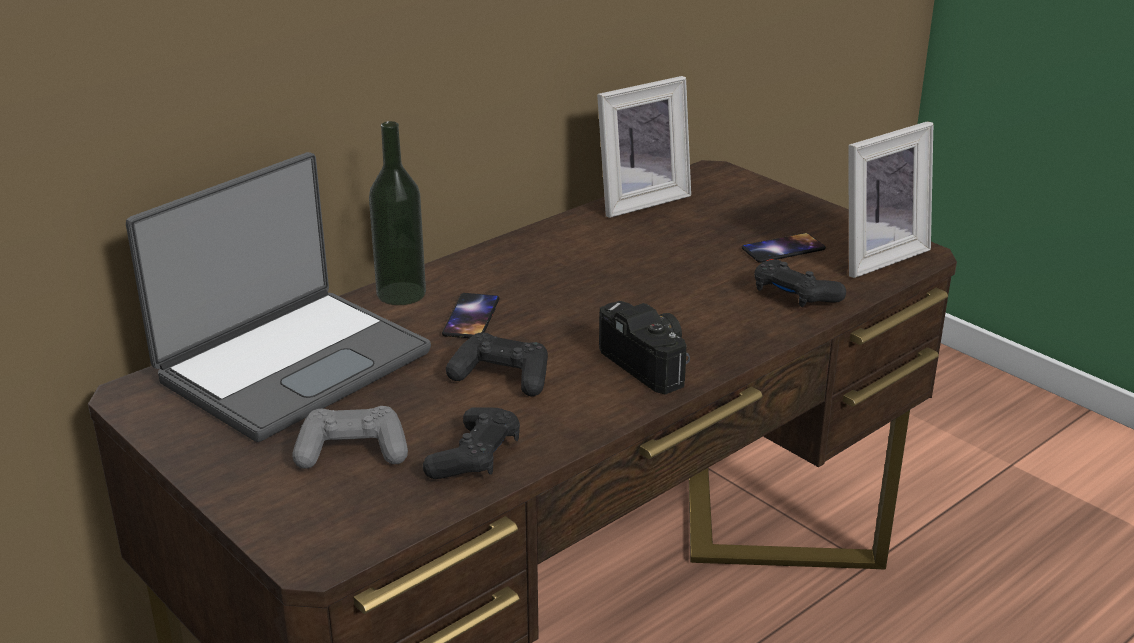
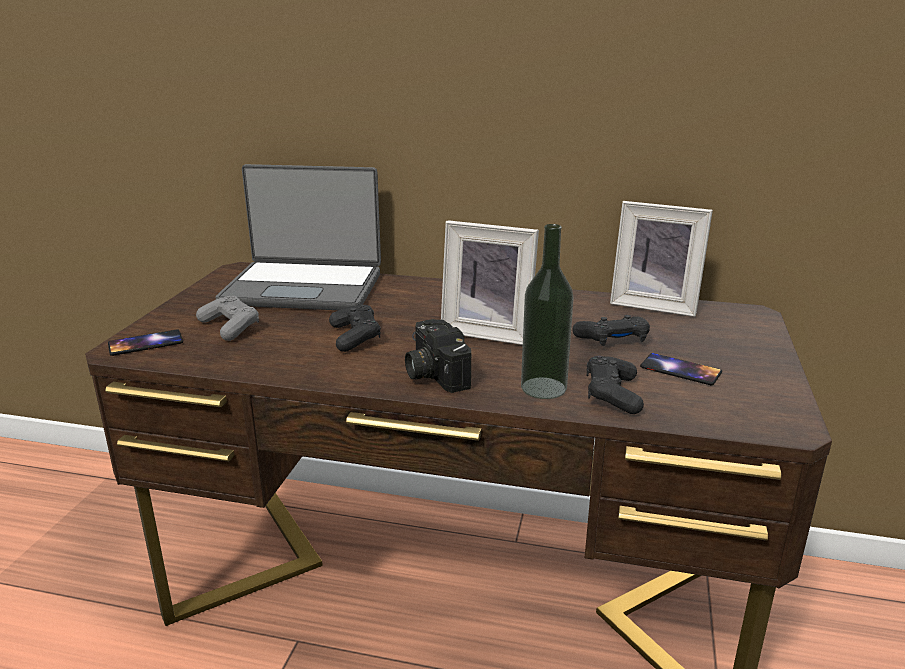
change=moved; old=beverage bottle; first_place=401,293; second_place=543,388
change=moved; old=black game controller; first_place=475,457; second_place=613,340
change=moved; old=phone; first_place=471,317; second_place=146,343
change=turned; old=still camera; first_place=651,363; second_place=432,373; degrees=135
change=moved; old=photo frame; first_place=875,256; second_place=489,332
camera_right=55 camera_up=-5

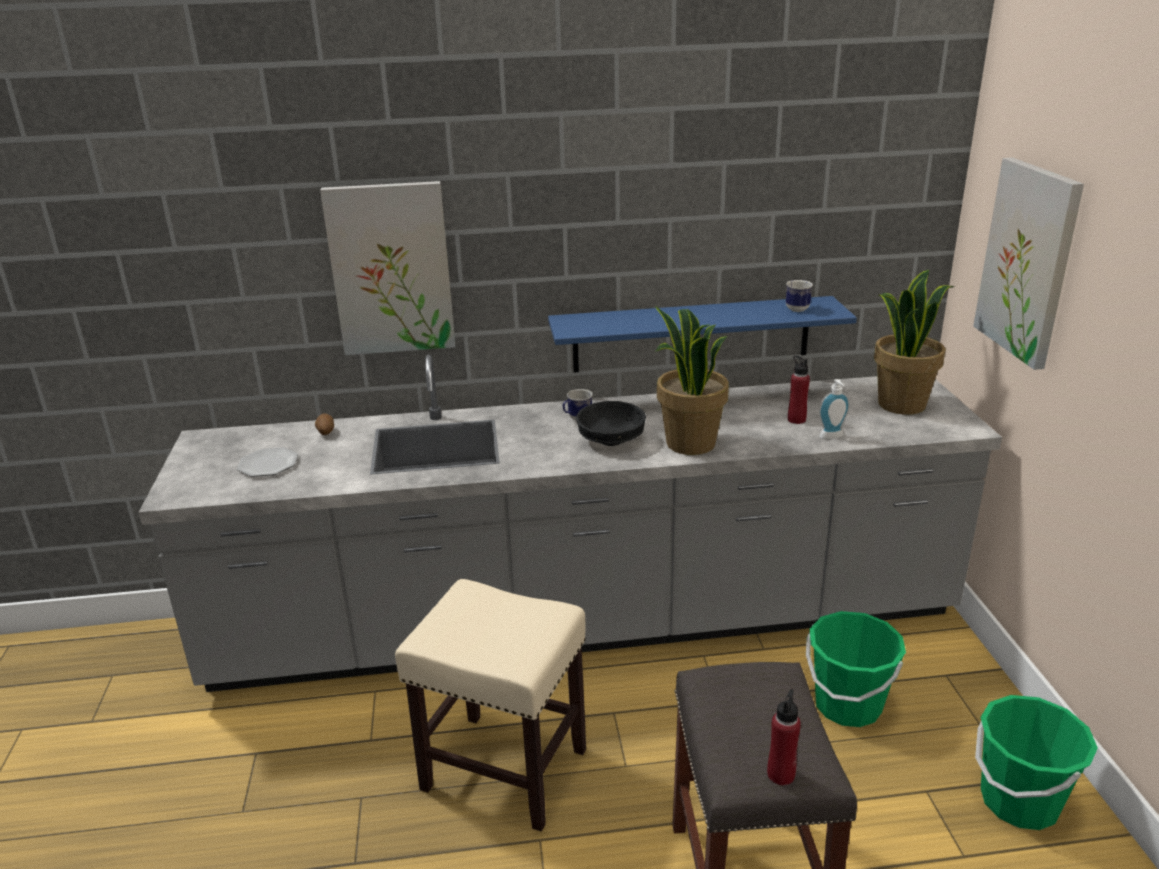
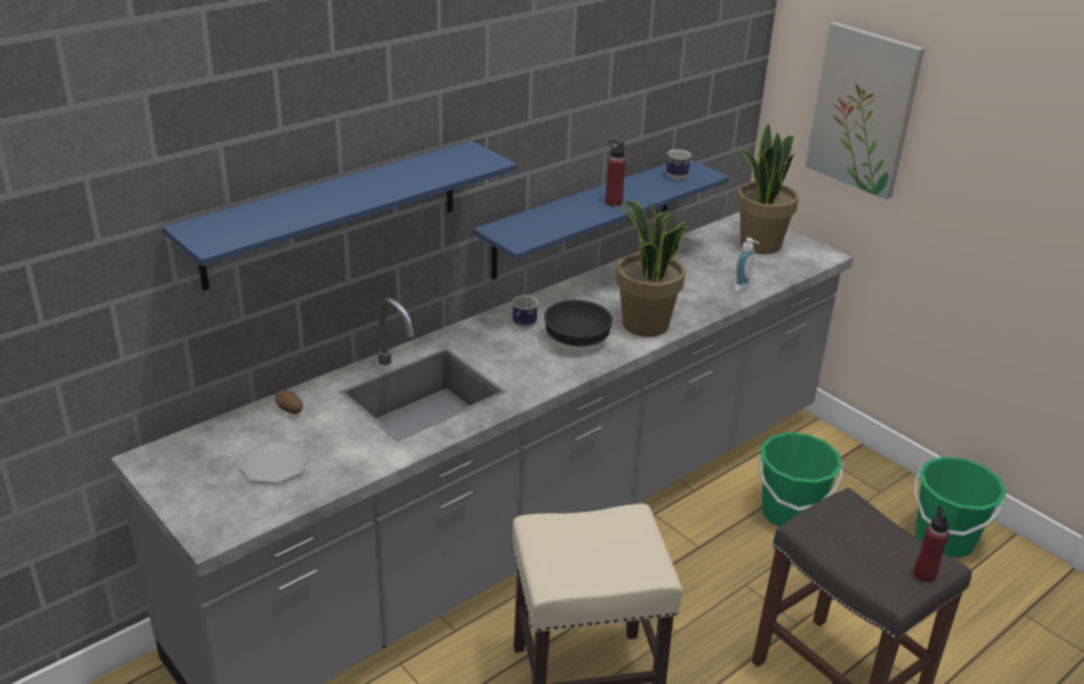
change=replaced; old=wall picture; new=blue bracket shelf; first_place=391,269; second_place=333,214
change=moved; old=red-coloured beverage bottle; first_place=796,419; second_place=613,202
camera_right=-35 camera_up=5

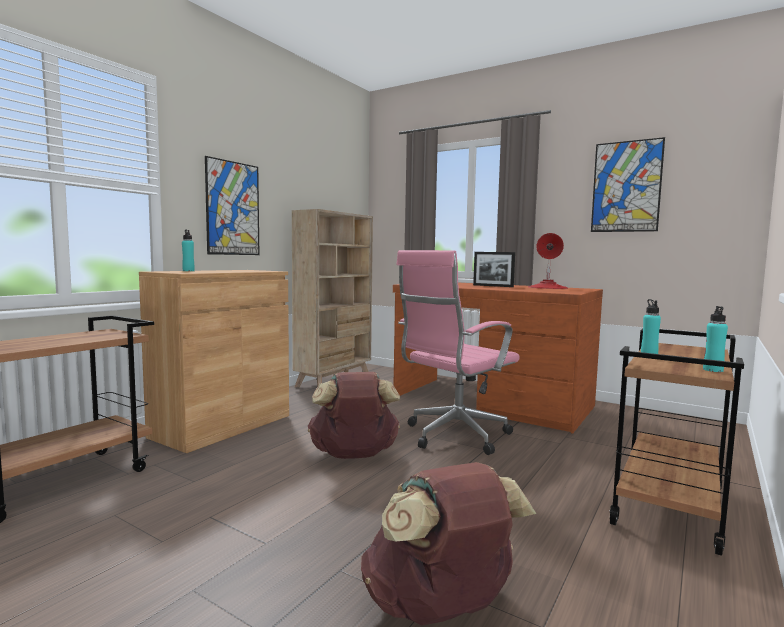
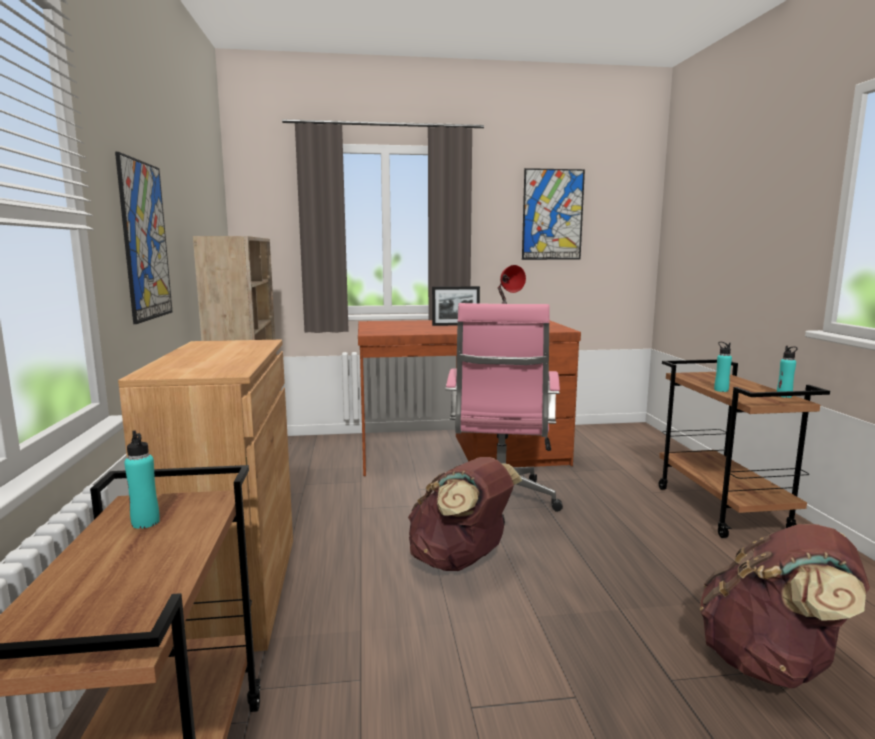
change=moved; old=blue-green beverage bottle; first_place=188,271; second_place=145,522
camera_right=-40 camera_up=5

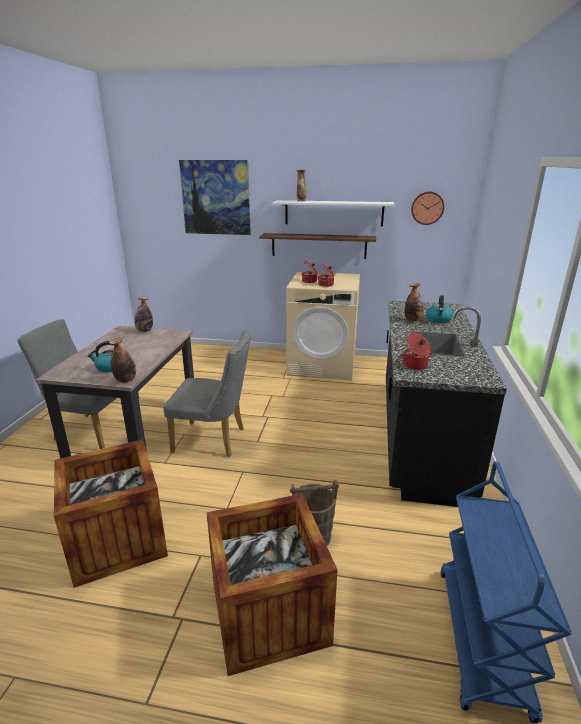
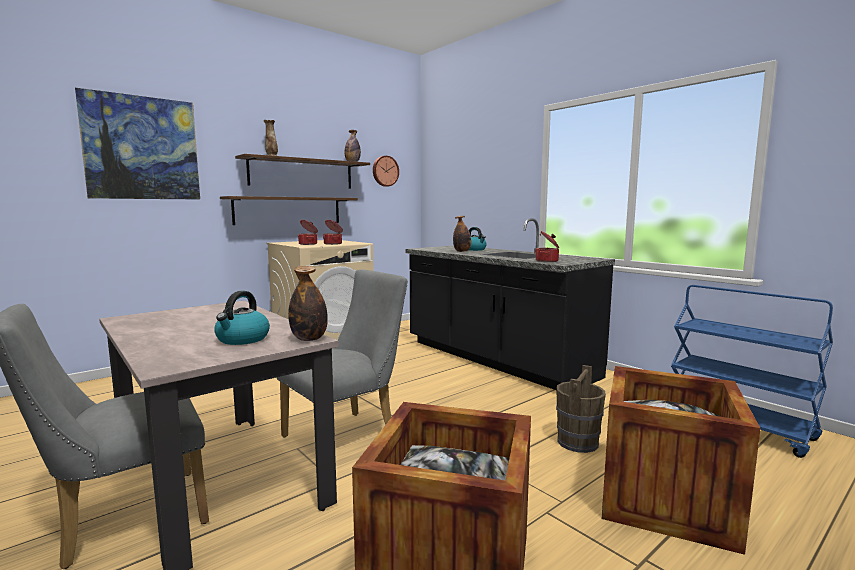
change=moved; old=beverage bottle; first_place=144,331; second_place=352,162
change=recoloured; old=white bracket shelf; new=brown bracket shelf; first_place=333,213; second_place=302,173
camera_right=-50 camera_up=-15

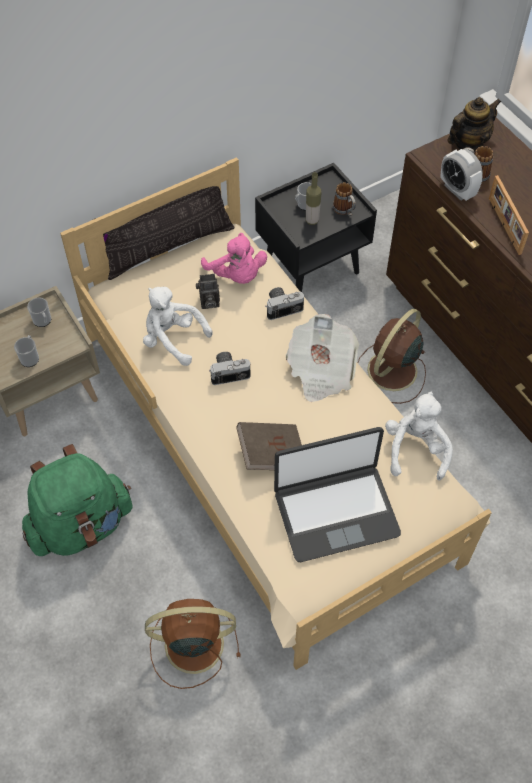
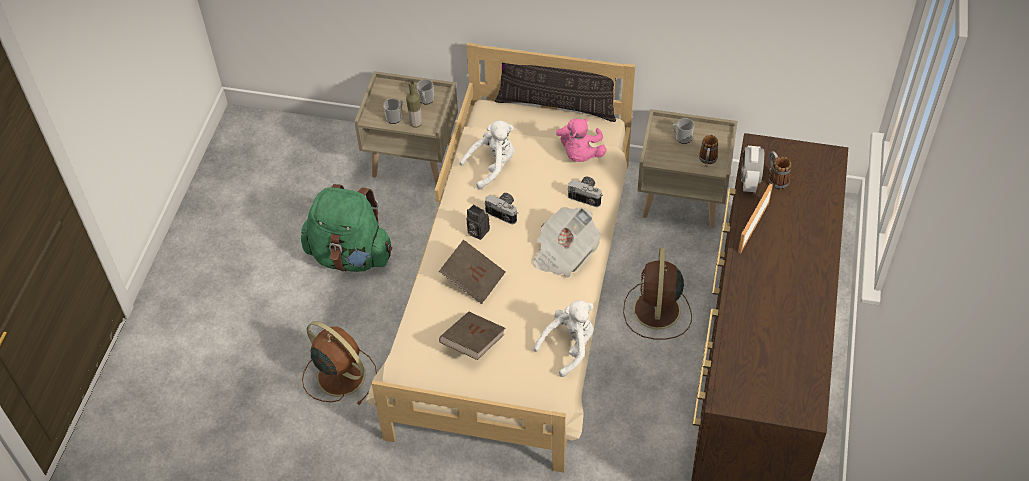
change=turned; old=white plush toy; first_place=173,339; second_place=492,166; degrees=75
change=moved; old=still camera; first_place=208,302; second_place=476,231
change=recoloured; old=black bedside table; new=beige bedside table; first_place=312,266; second_place=683,199
change=replaced; old=portable computer; new=brown volume; first_place=335,512; second_place=473,343
change=moved; old=beverage bottle; first_place=312,220; second_place=416,124
change=turned; old=brown electric fan; first_place=390,372; second_place=656,312; degrees=-75
change=removed; old=tea pot; first_place=468,143
camera_right=45 camera_up=-5

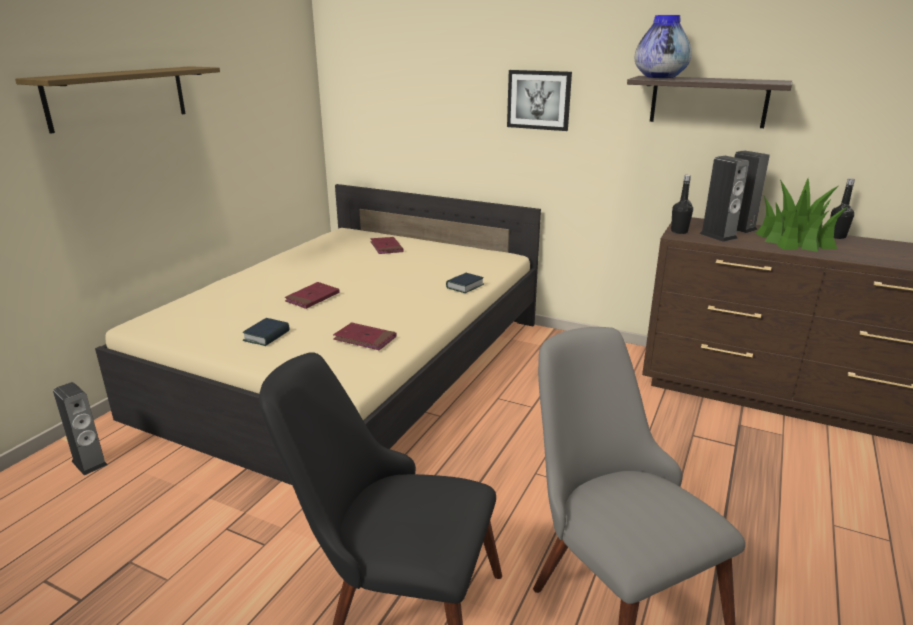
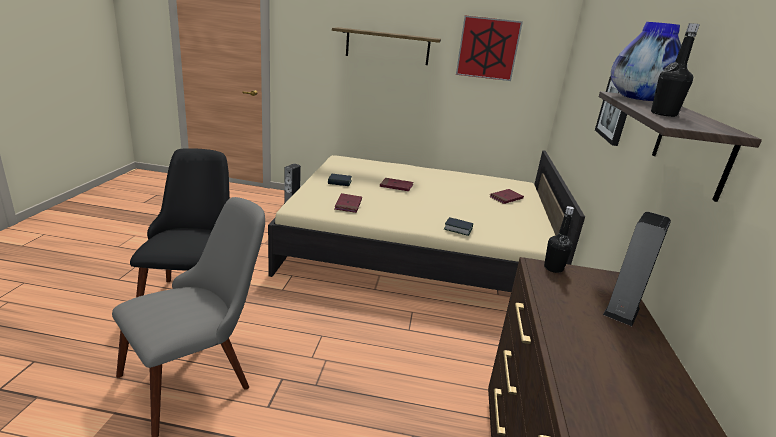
change=removed; old=audio speaker; first_place=718,236
change=removed; old=plant in a pot; first_place=795,240
change=moved; old=black beverage bottle; first_place=836,236; second_place=663,114
change=added; new=wall picture; second_place=488,48
camera_right=70 camera_up=0

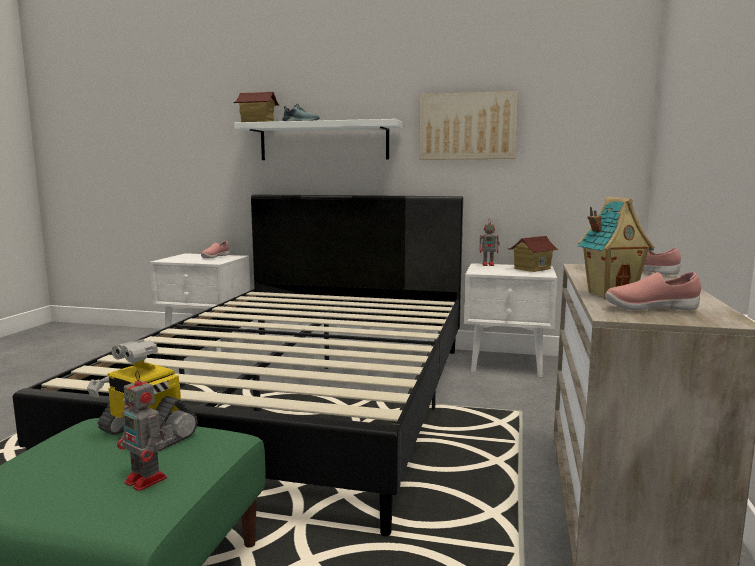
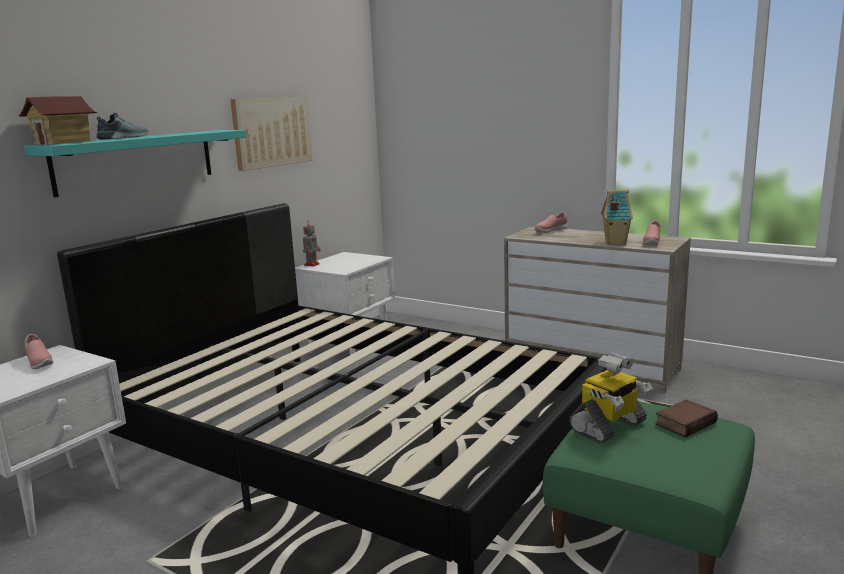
change=replaced; old=toy robot; new=volume; first_place=147,481; second_place=684,422
change=recoloured; old=white bracket shelf; new=blue-green bracket shelf; first_place=323,141; second_place=136,161
change=removed; old=toy house; first_place=532,269
camera_right=-70 camera_up=5

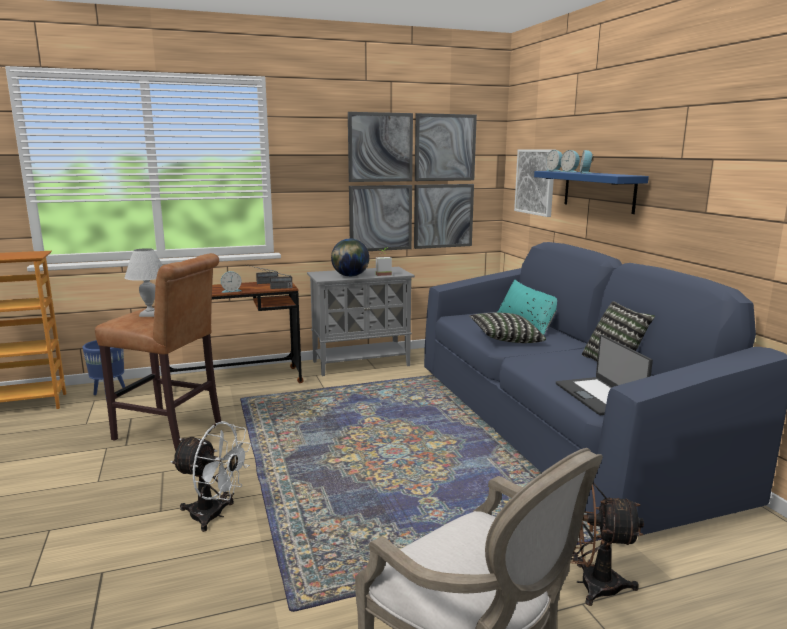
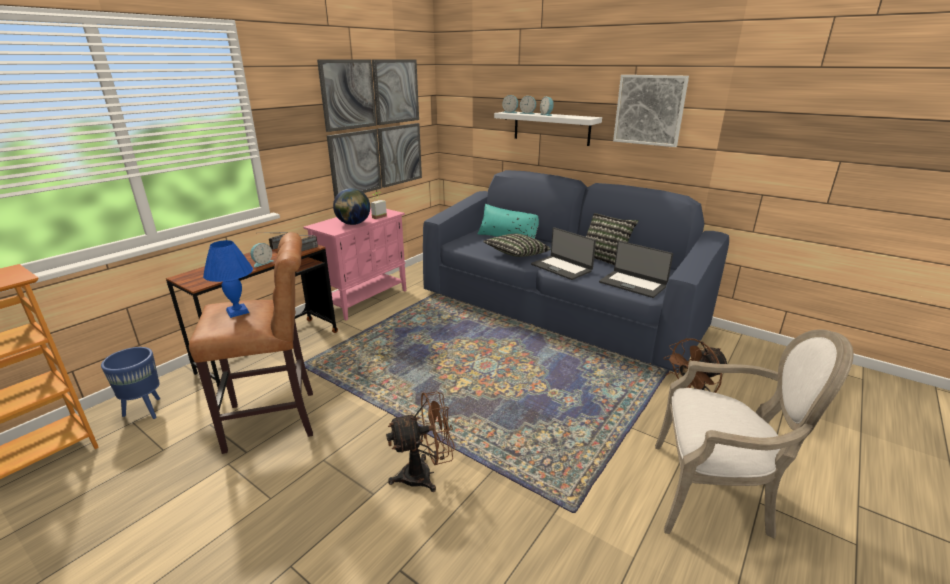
change=recoloured; old=white tabletop lamp; new=blue tabletop lamp; first_place=151,314; second_place=238,311
change=recoloured; old=white electric fan; new=brown electric fan; first_place=214,515; second_place=424,475
change=recoloured; old=grey storage cabinet; new=pinkish storage cabinet; first_place=362,363; second_place=365,299
change=moved; old=wall picture; first_place=535,182; second_place=649,110
change=recoloured; old=blue bracket shelf; new=white bracket shelf; first_place=598,191; second_place=551,128
change=added; new=portable computer; second_place=561,267
camera_right=-35 camera_up=10

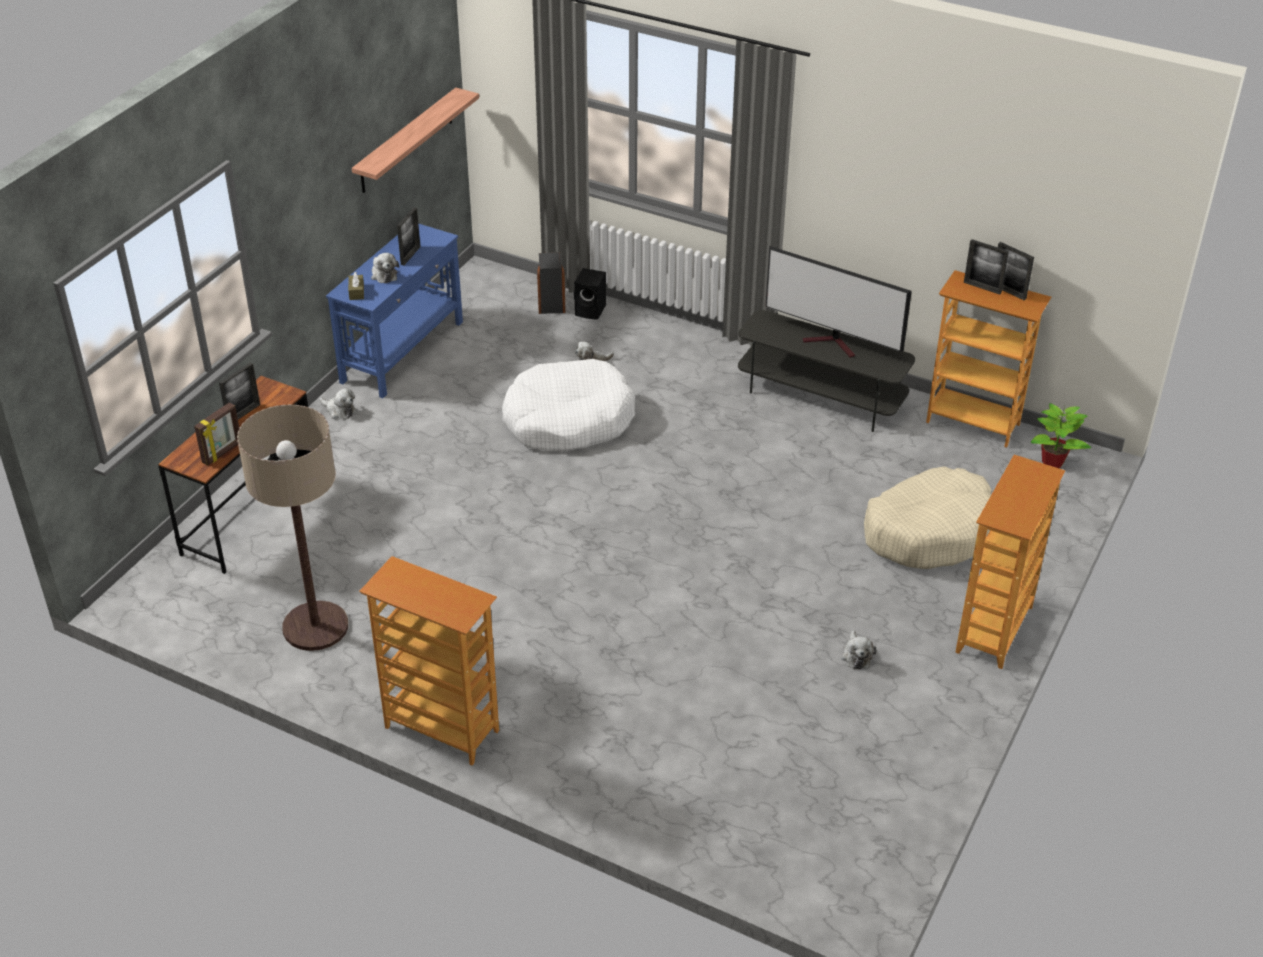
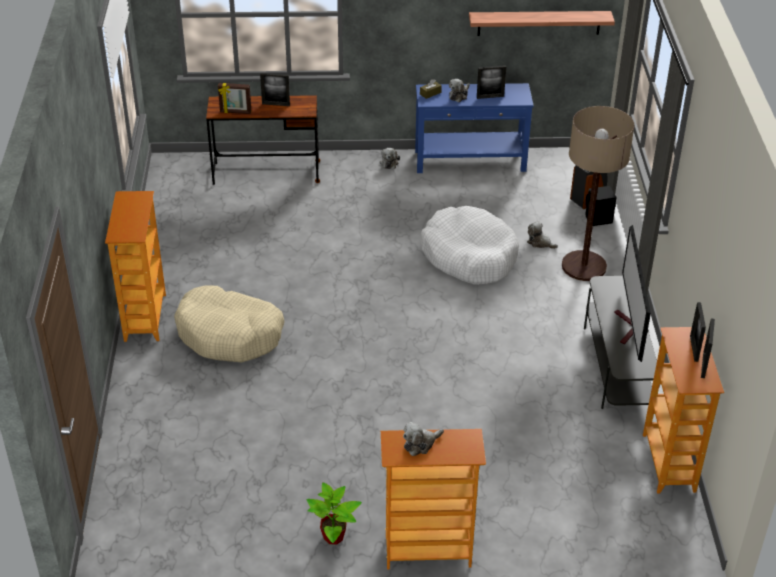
change=moved; old=floor lamp; first_place=315,627; second_place=584,266
change=moved; old=plush toy; first_place=856,655; second_place=420,444
change=moved; old=beige dog cushion; first_place=928,531; second_place=230,334
change=moved; old=plant in a pot; first_place=1053,462; second_place=334,537
camera_right=60 camera_up=0

